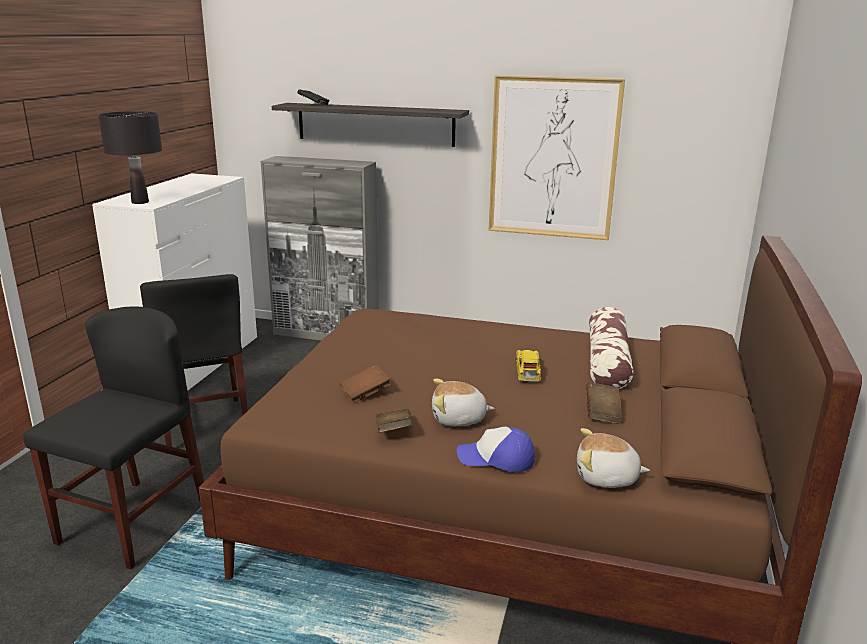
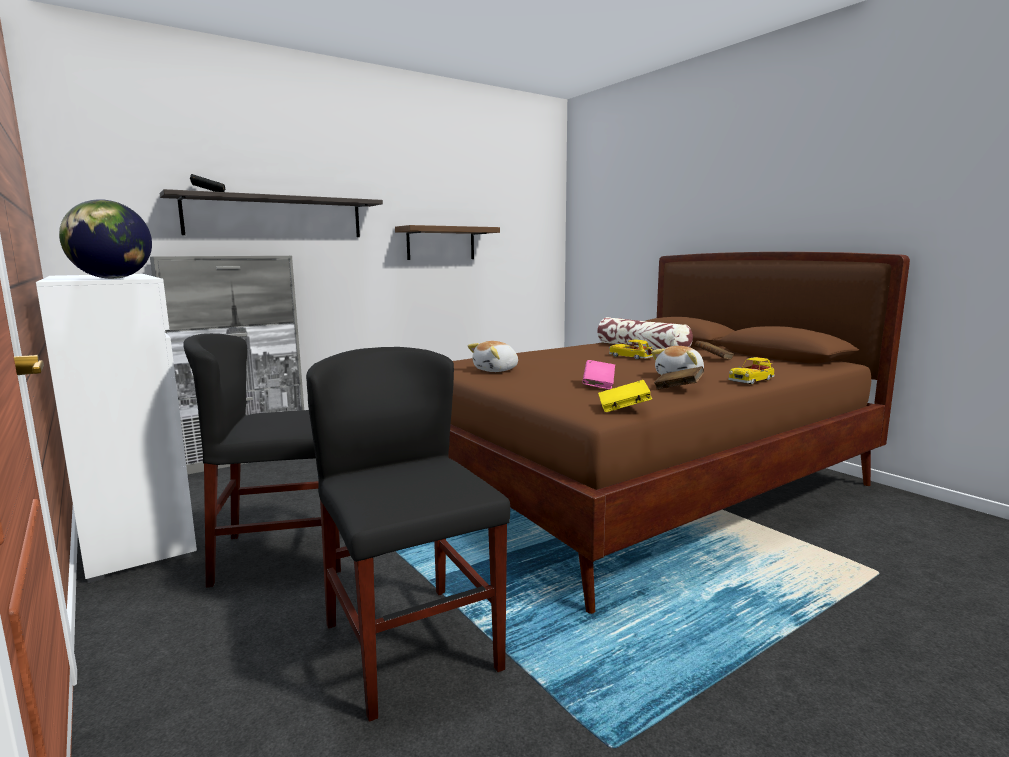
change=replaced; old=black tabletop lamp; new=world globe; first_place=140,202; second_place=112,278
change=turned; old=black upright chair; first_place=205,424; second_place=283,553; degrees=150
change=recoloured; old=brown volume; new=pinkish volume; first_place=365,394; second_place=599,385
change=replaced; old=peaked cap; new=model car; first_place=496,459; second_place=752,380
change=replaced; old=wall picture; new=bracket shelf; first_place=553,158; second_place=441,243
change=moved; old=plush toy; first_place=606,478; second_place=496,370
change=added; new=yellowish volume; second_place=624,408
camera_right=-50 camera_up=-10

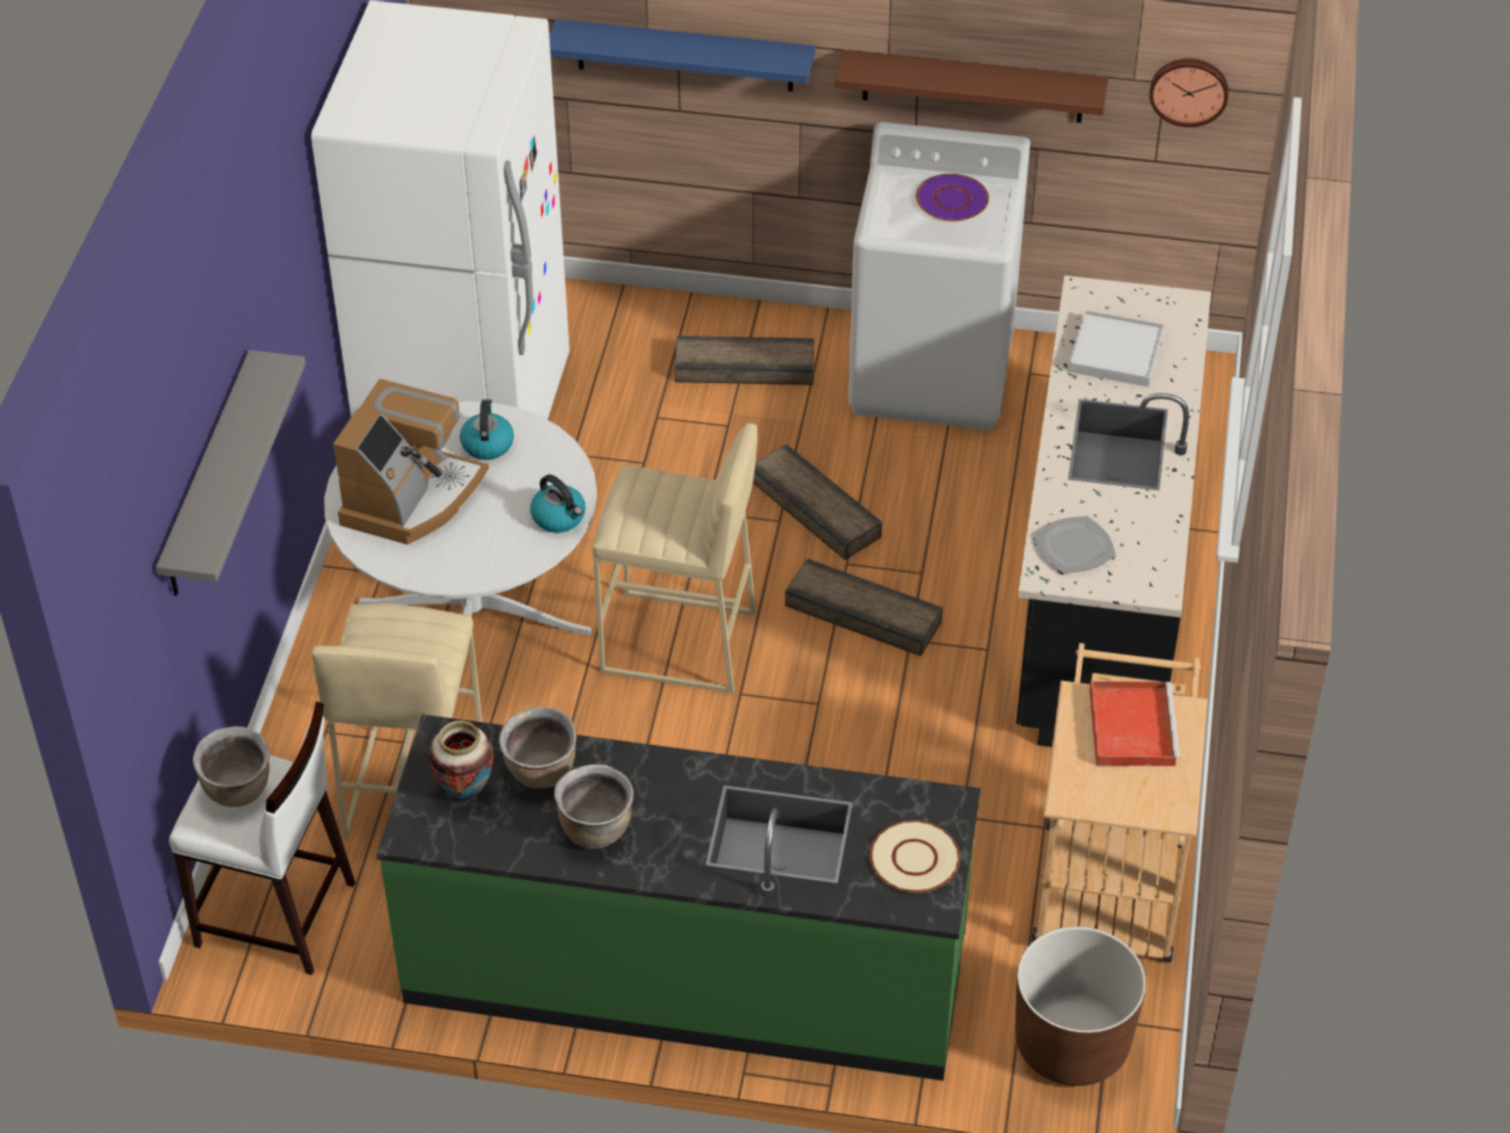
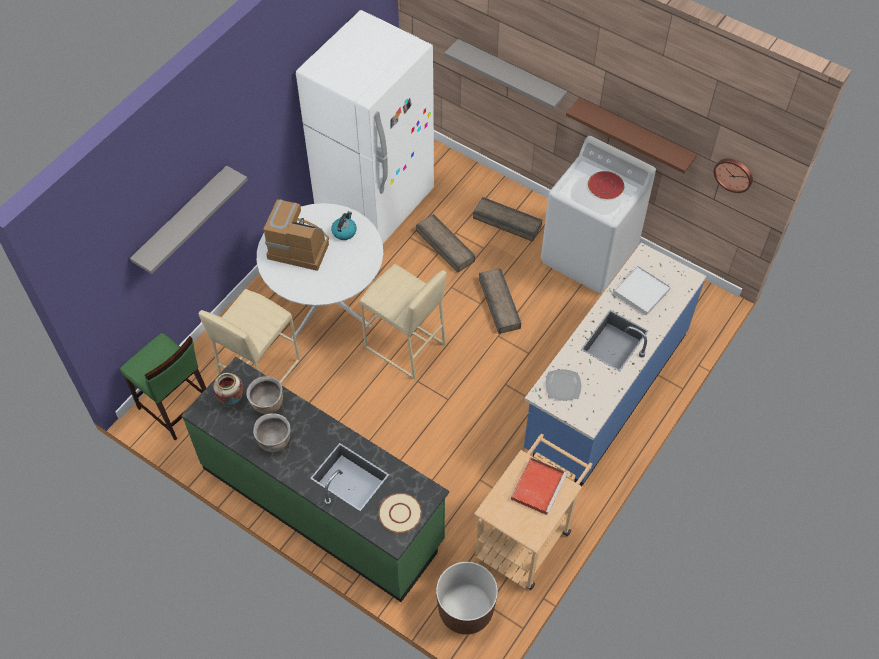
change=recoloured; old=white stool seat; new=green stool seat; first_place=276,916; second_place=175,407
change=removed; old=brown saucepot; first_place=238,790
change=turned; old=coffee maker; first_place=412,498; second_place=299,246; degrees=-120
change=removed; old=water kettle; first_place=559,517
change=recoloured; old=blue bracket shelf; new=grey bracket shelf; first_place=685,55; second_place=511,74
change=moved; old=shipping crate; first_place=863,612; second_place=445,245
change=recoloured; old=purple-coloured flat dish; new=red-coloured flat dish; first_place=952,200; second_place=606,186
change=recoloured; old=black kitchen base unit; new=blue kitchen base unit; first_place=1099,586; second_place=605,391
camera_right=25 camera_up=10

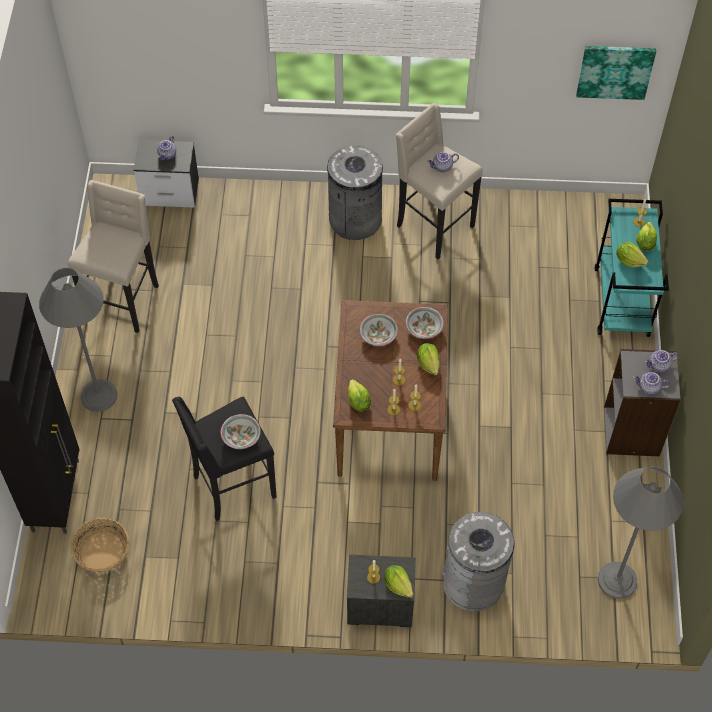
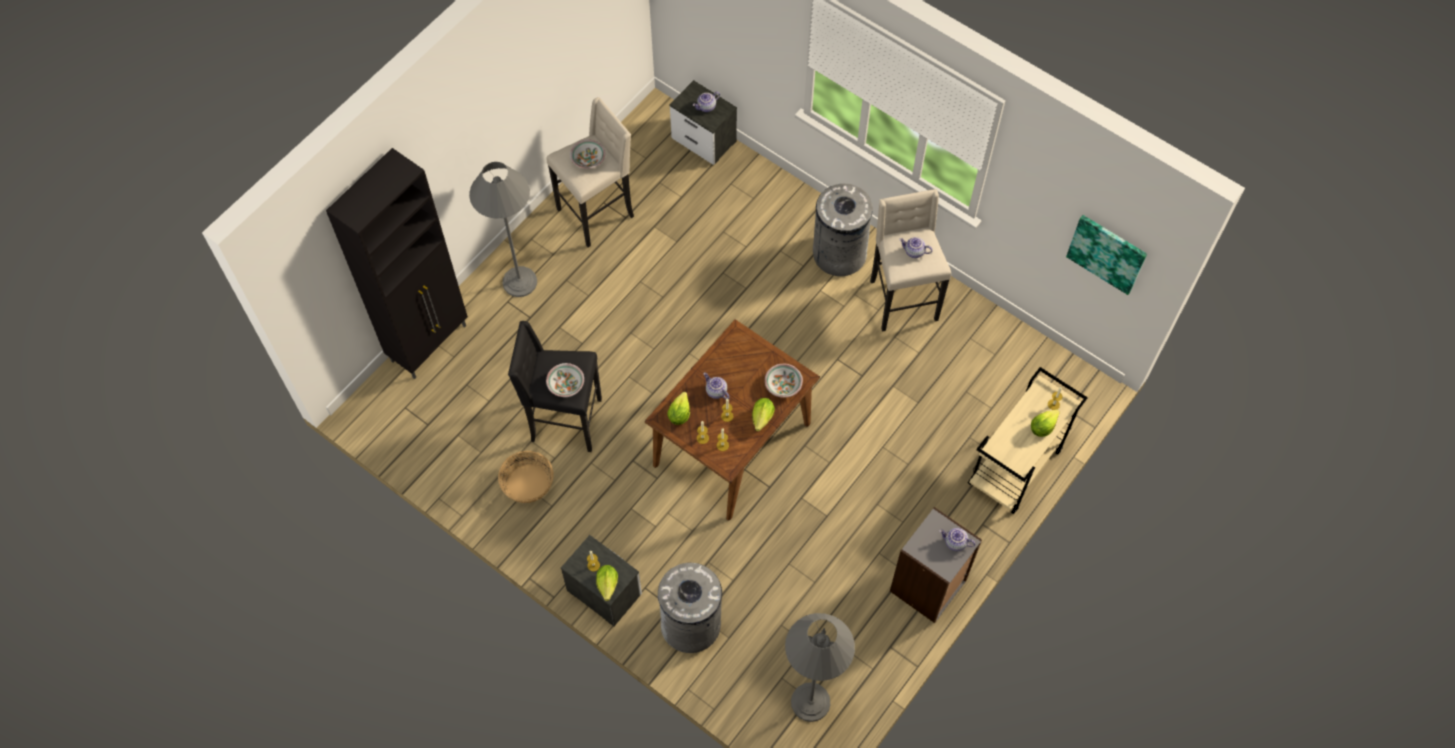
change=moved; old=household basket; first_place=102,552; second_place=527,484
change=moved; old=bowl; first_place=378,335; second_place=588,159
change=recoloured; old=blue-green trolley; new=beige trolley; first_place=622,302; second_place=1014,468
change=removed; old=lettuce head; first_place=629,260
change=moved; old=tea pot; first_place=648,388; second_place=715,391
camera_right=35 camera_up=5

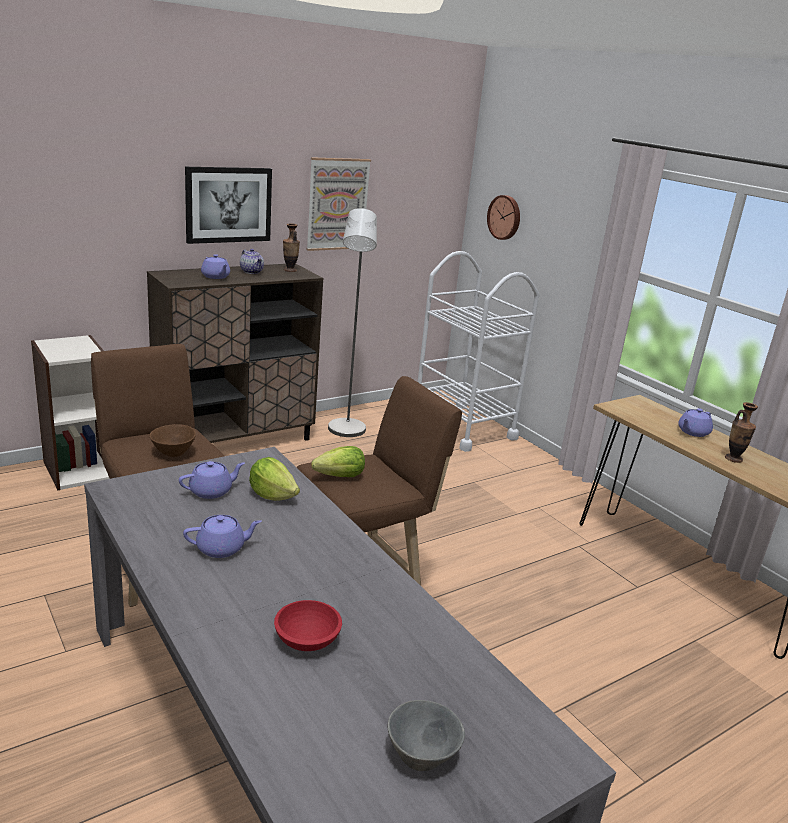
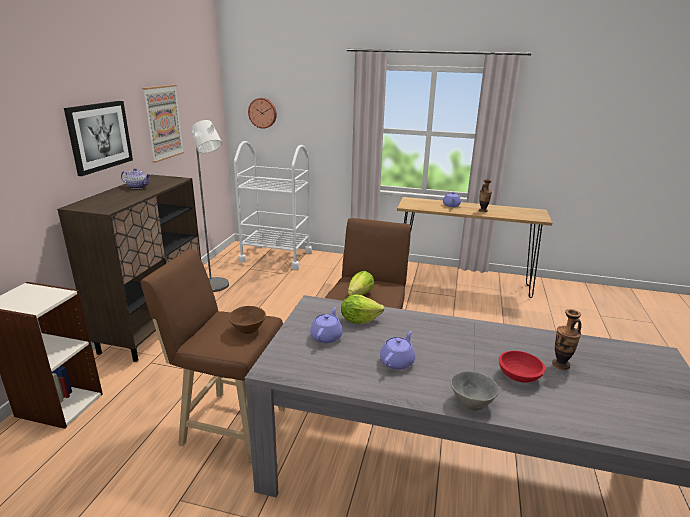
change=removed; old=purple-coloured tea pot; first_place=216,277
change=moved; old=vase; first_place=290,270; second_place=560,364
change=moved; old=grey bowl; first_place=424,756; second_place=473,402
camera_right=-40 camera_up=0

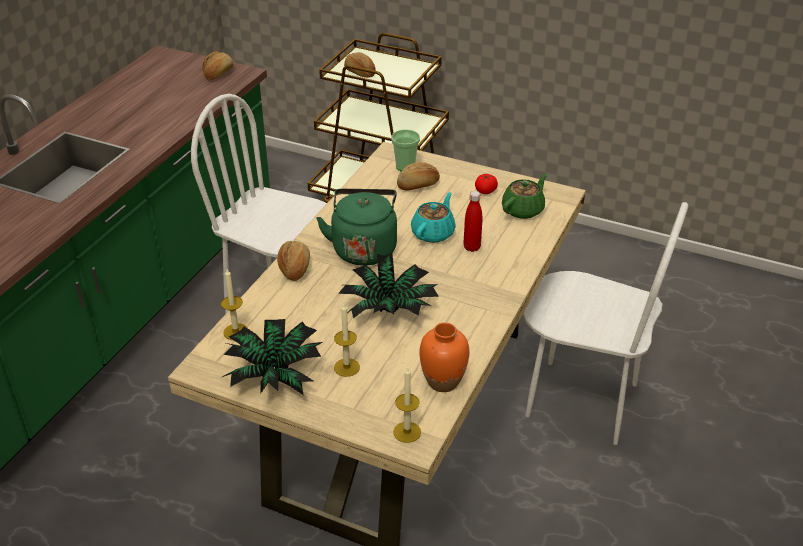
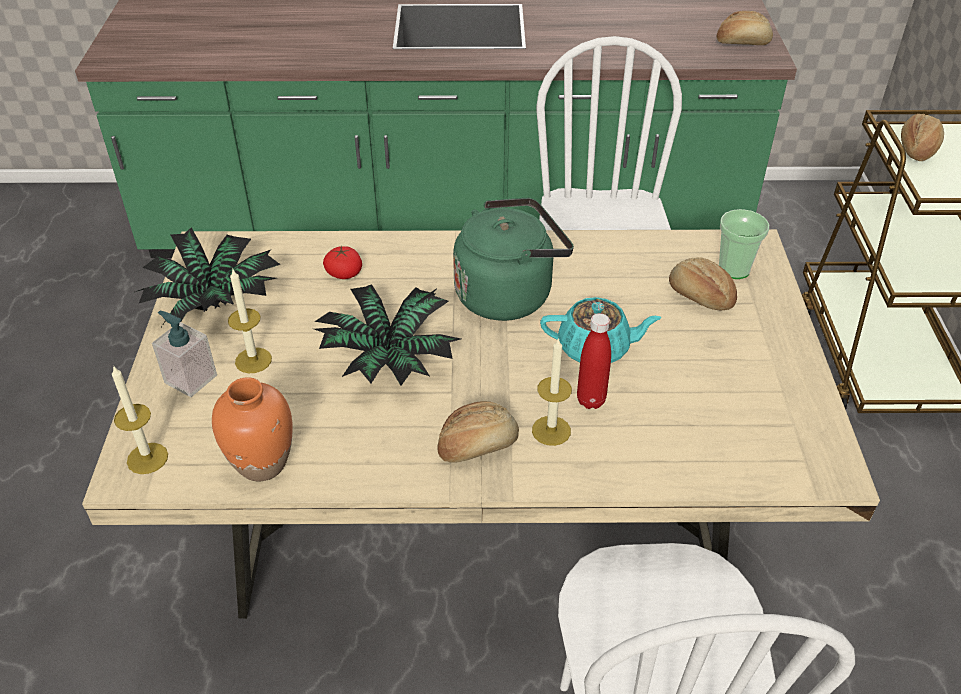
change=moved; old=candle; first_place=235,332; second_place=551,430
change=moved; old=bread; first_place=294,268; second_place=477,445
change=moved; old=whole tomato; first_place=485,191; second_place=344,273
change=removed; old=green tea pot; first_place=523,209
change=added; new=liquid soap bottle; second_place=190,379
camera_right=65 camera_up=5

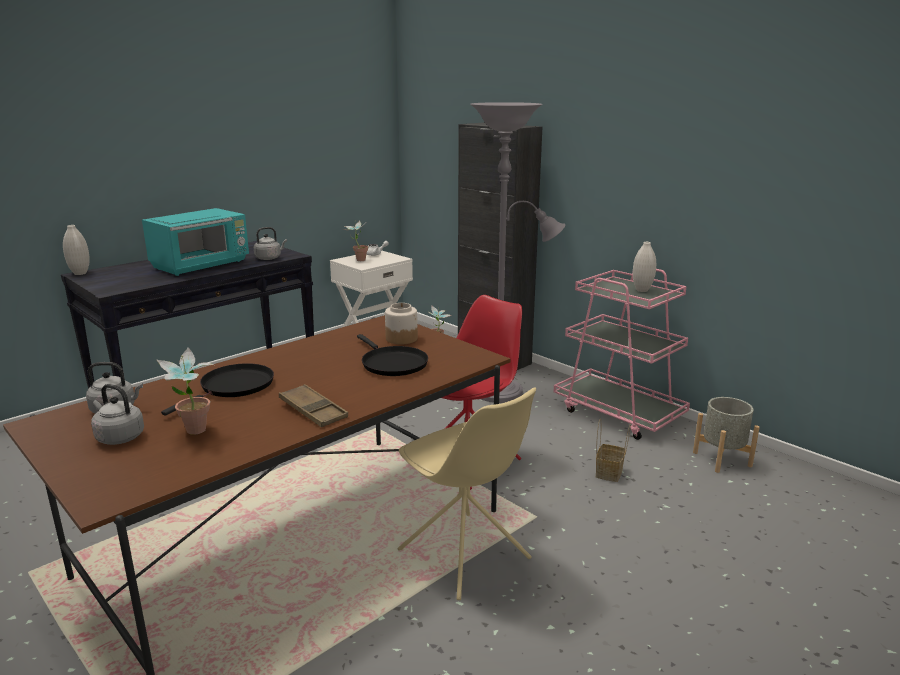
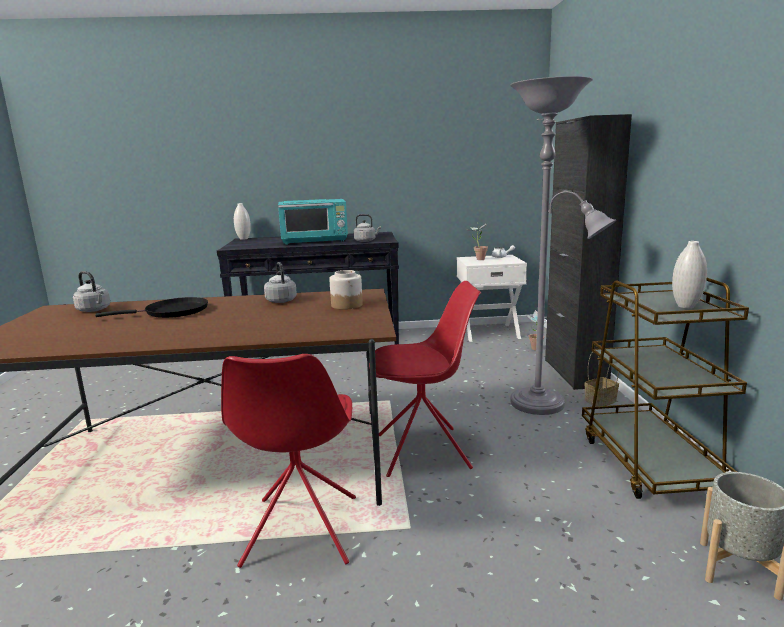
change=moved; old=grey water kettle; first_place=118,437; second_place=281,300
change=removed; old=plant in a pot; first_place=194,433
change=removed; old=brown carrying tray; first_place=313,411
change=removed; old=black skillet; first_place=392,363
change=recoloured; old=beige upright chair; new=red-coloured upright chair; first_place=465,556; second_place=301,532
change=recoloured; old=pinkish trolley; new=brown trolley; first_place=618,413; second_place=650,463
change=moved; old=household basket; first_place=609,473; second_place=600,401
camera_right=40 camera_up=-5

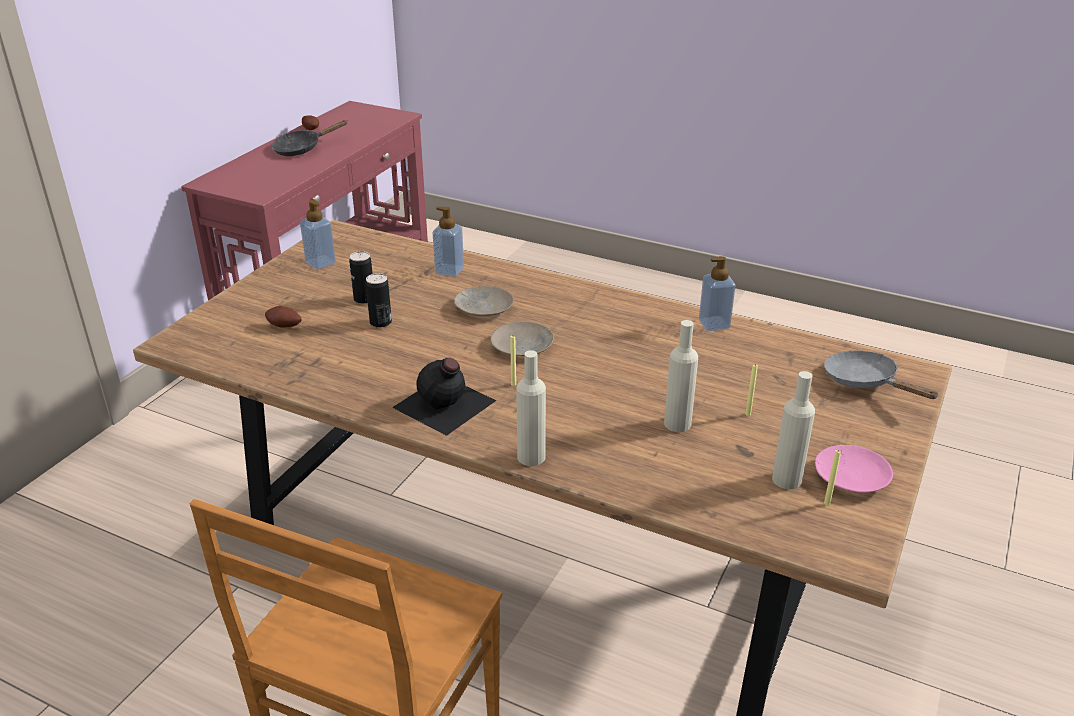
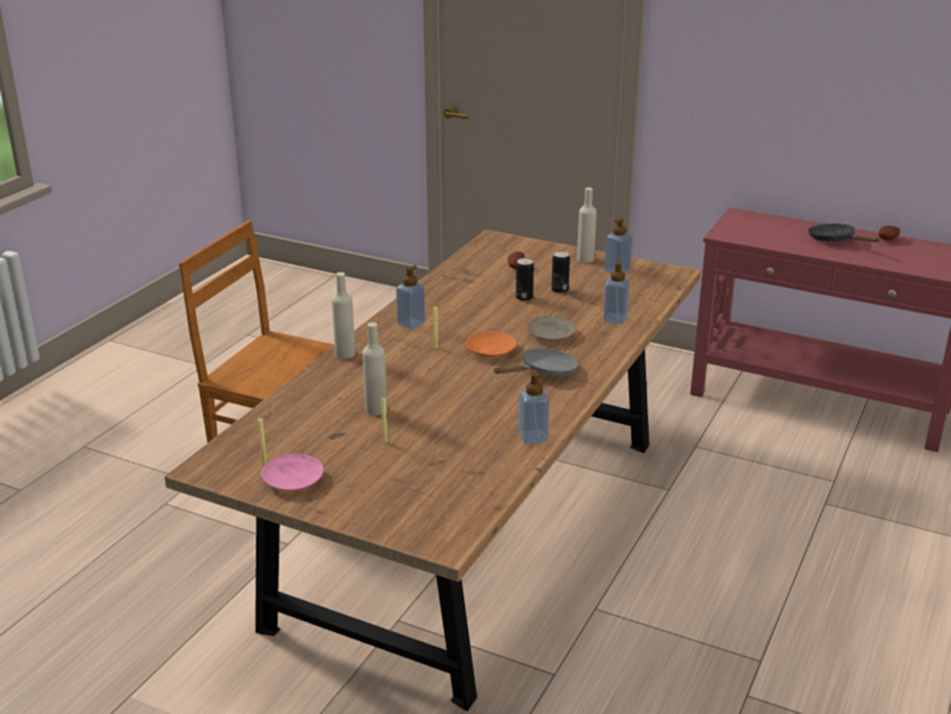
change=replaced; old=black beverage bottle; new=liquid soap bottle; first_place=444,405; second_place=411,324
change=recoloured; old=beige flat dish; new=orange-coloured flat dish; first_place=523,346; second_place=490,350
change=moved; old=beige beverage bottle; first_place=786,479; second_place=585,259
change=moved; old=grey skillet; first_place=865,382; second_place=544,372
camera_right=90 camera_up=-5

